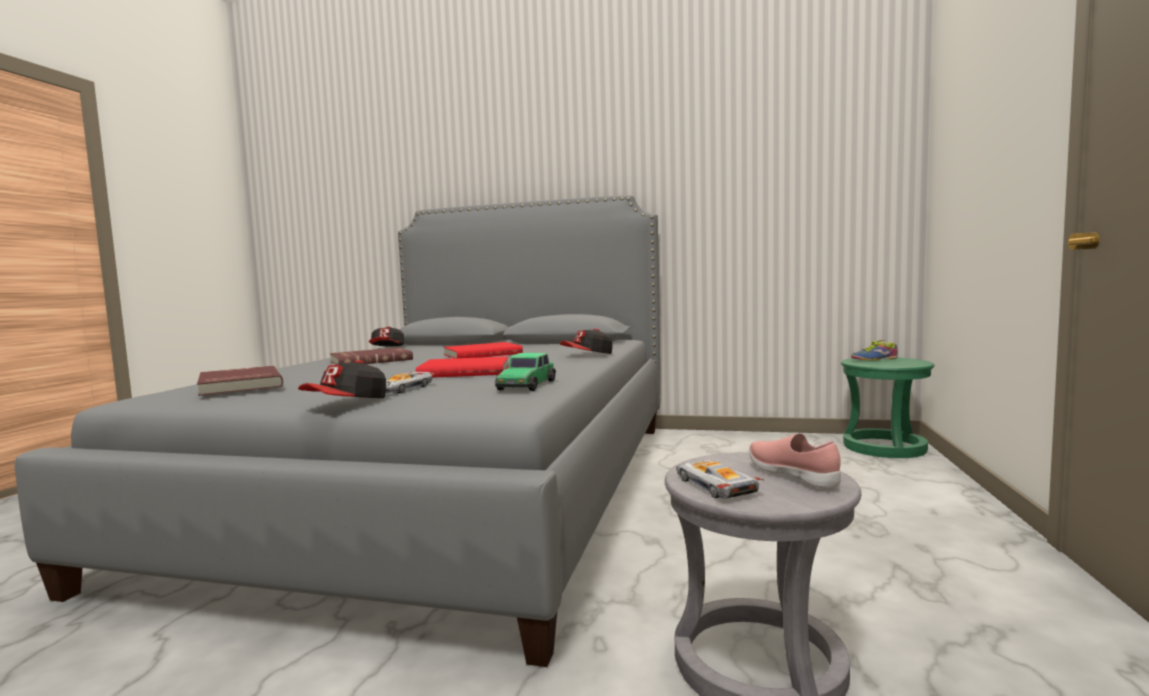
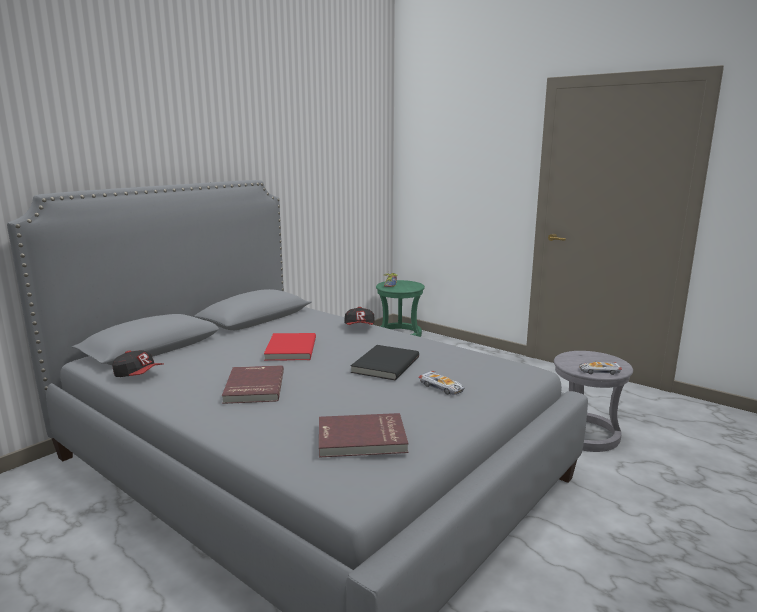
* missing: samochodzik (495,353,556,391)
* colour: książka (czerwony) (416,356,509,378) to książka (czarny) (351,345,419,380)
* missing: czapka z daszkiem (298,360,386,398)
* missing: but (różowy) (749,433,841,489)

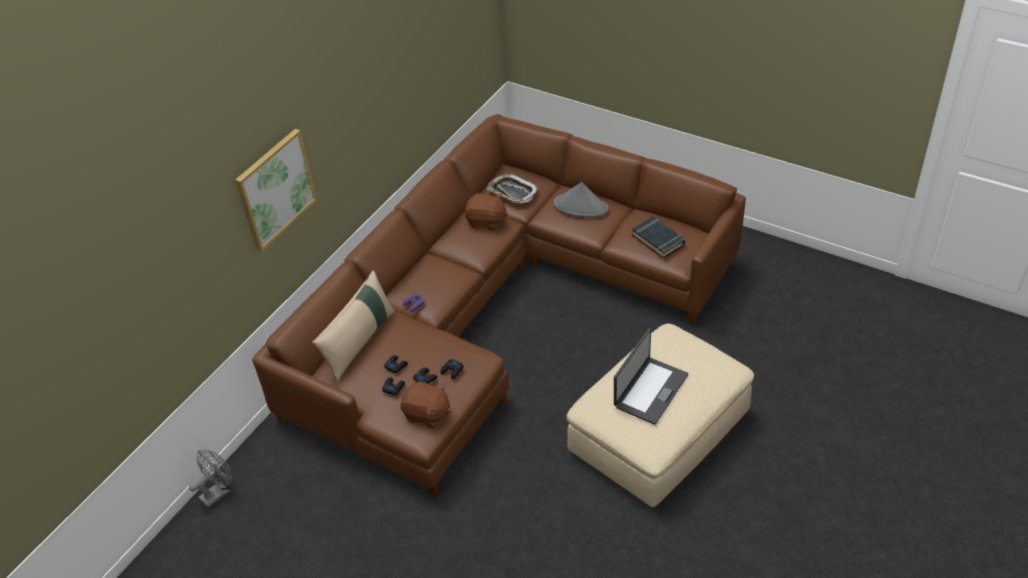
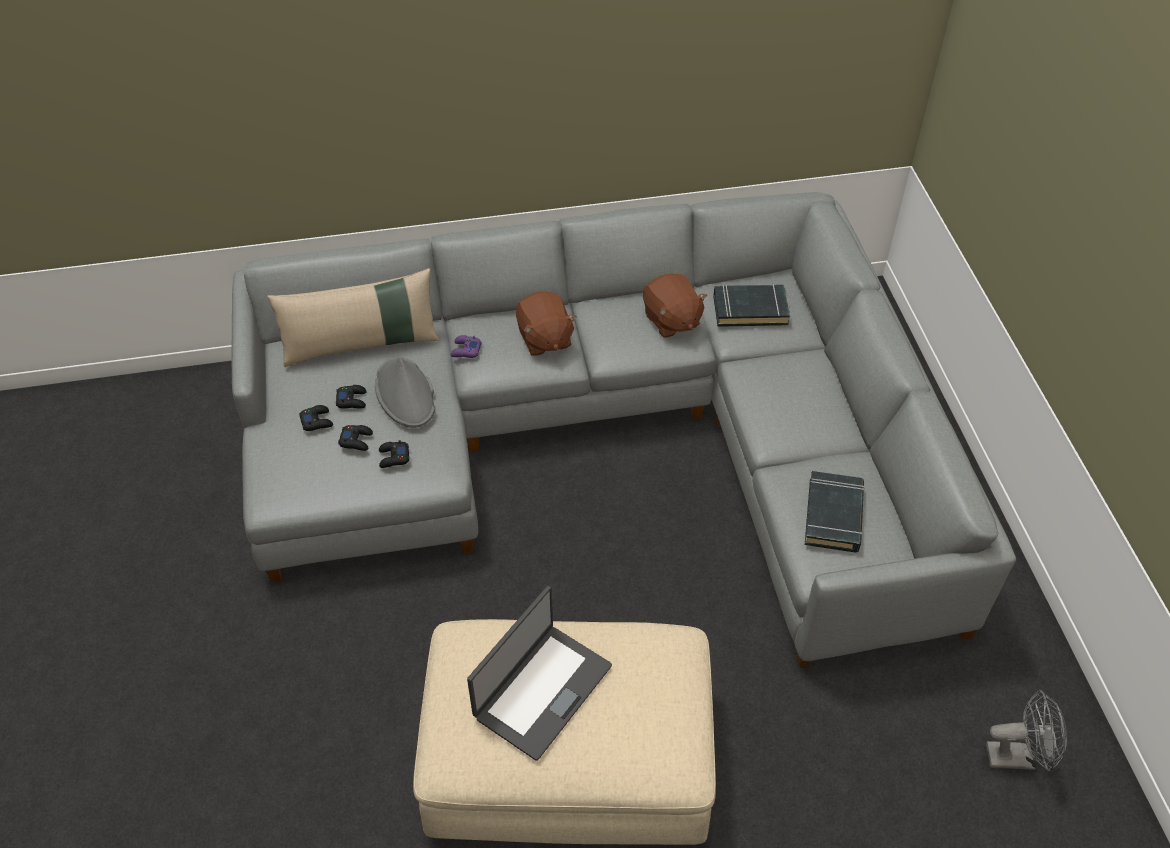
* colour: kanapa (brązowy) (252,114,746,495) to kanapa (szary) (232,192,1016,668)
* missing: obraz (235,129,317,252)
* exchanged: taca (487,174,539,203) to książka (czarny) (713,284,790,327)
* relocated: kapelusz (szary) (554,182,609,217) to (375,357,435,428)
* spun: laptop (614,328,688,425) = (467,586,612,761) 45 degrees counterclockwise
* relocated: pluszak (brązowy) (400,381,451,428) to (516,291,577,356)
* relocated: wentylator (szary) (189,450,232,508) to (986,690,1067,772)

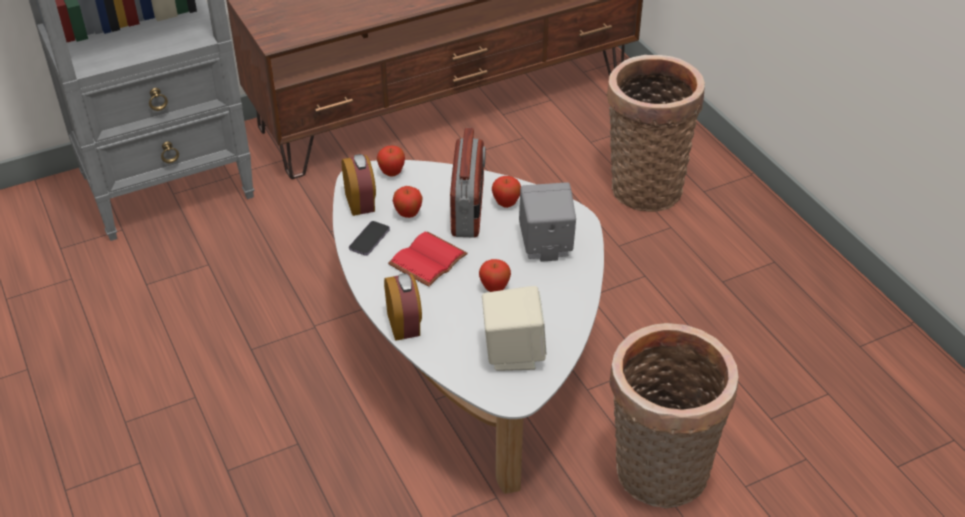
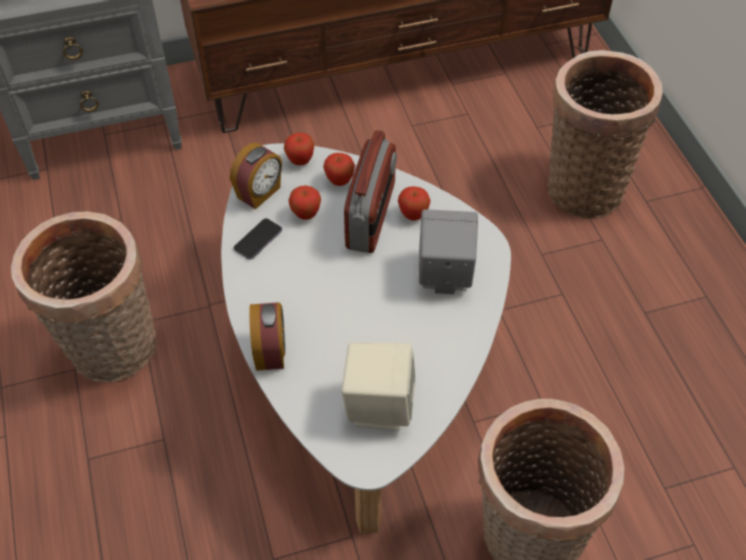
* spun: budzik (342,154,376,216) = (230,143,282,209) 45 degrees clockwise
* missing: książka (czerwony) (388,232,468,287)
* relocated: jabłko (479,259,511,292) to (323,153,355,186)
* appeared: koszyk (11,212,157,382)

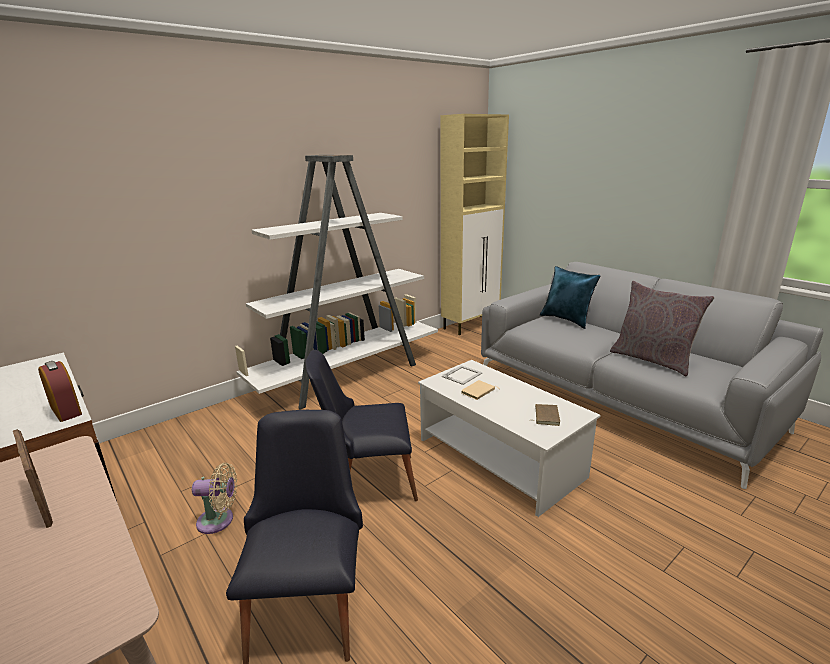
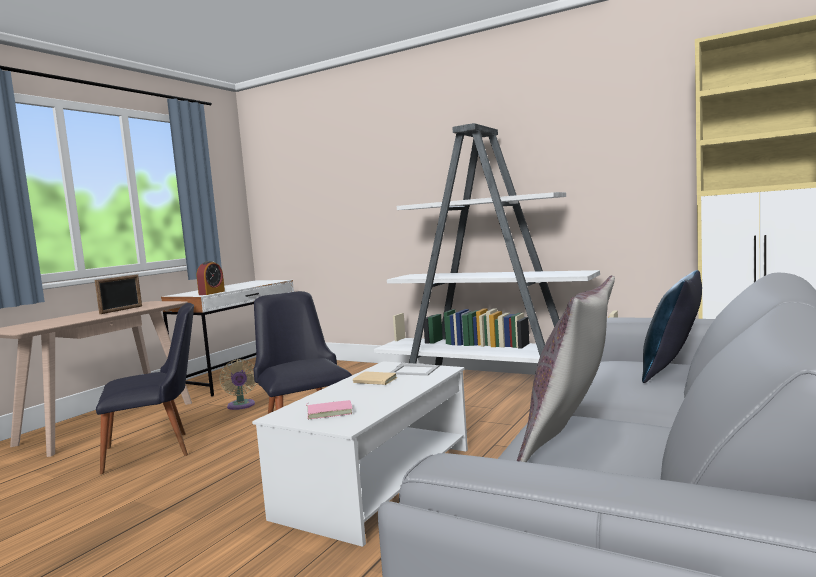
* colour: książka (brązowy) (535,404,560,426) to książka (różowy) (306,400,353,419)

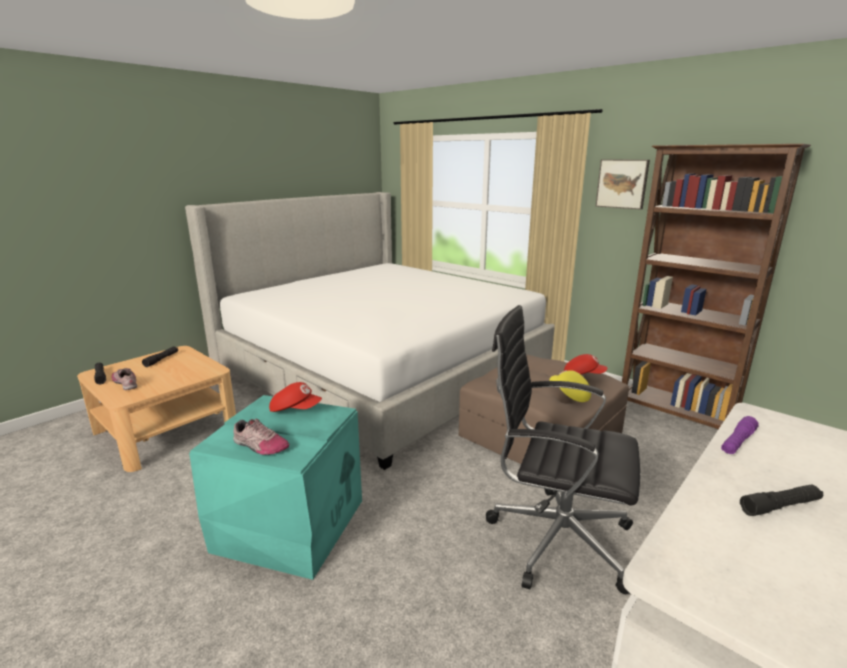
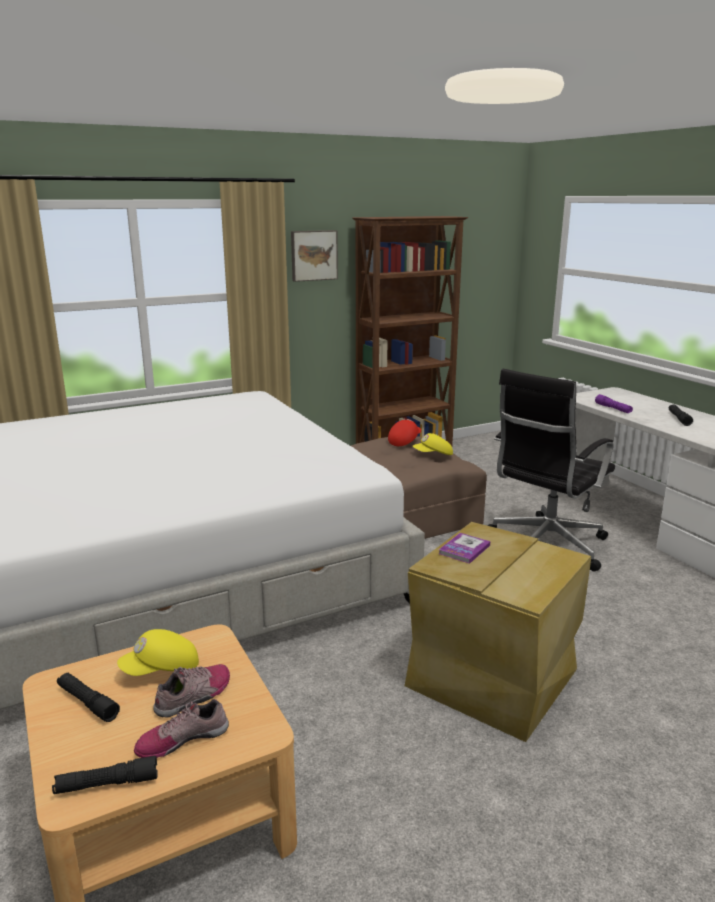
* exchanged: czapka z daszkiem (czerwony) (269,382,322,412) to książka (439,533,490,564)
* colour: pojemnik do przechowywania (turkusowy) (189,395,362,580) to pojemnik do przechowywania (beżowy) (405,522,591,742)
* relocated: but (233,418,289,455) to (153,664,230,717)
* appeared: czapka z daszkiem (żółty) (117,629,199,676)

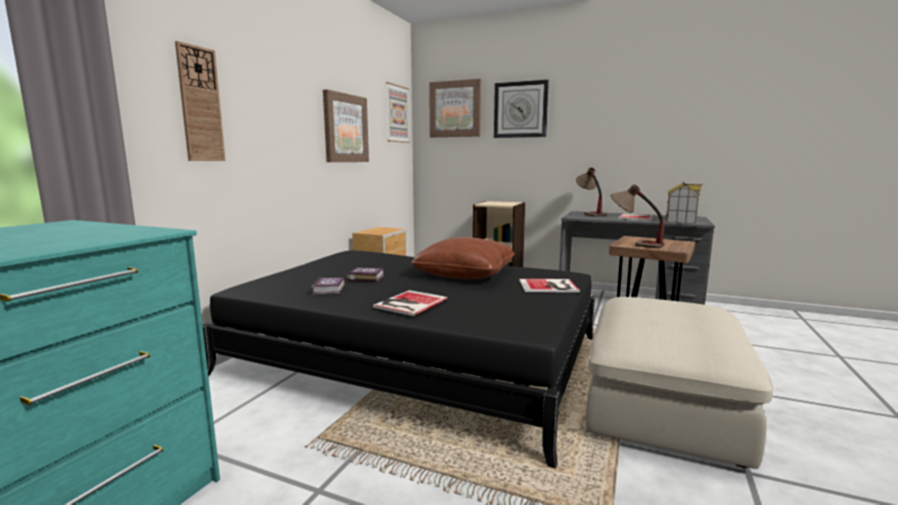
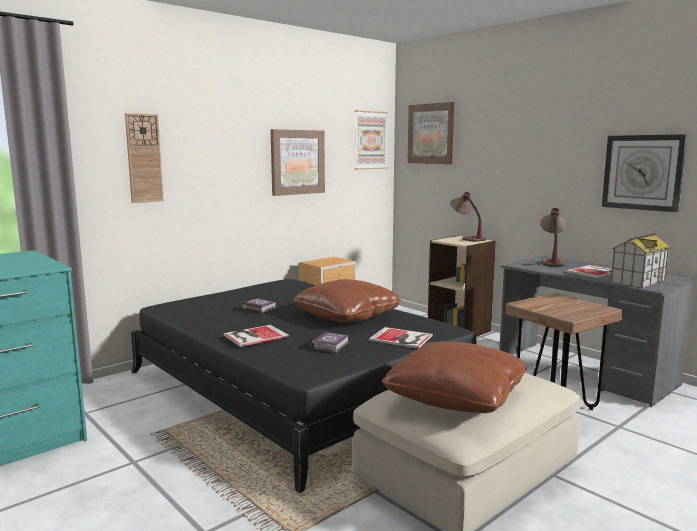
* relocated: zegar ścienny (494,80,549,138) to (602,134,688,212)
* relocated: lampa stołowa (610,184,664,248) to (450,192,486,242)
* relocated: książka (311,277,345,294) to (311,331,349,353)
* appeared: poduszka (brązowy) (382,341,527,413)

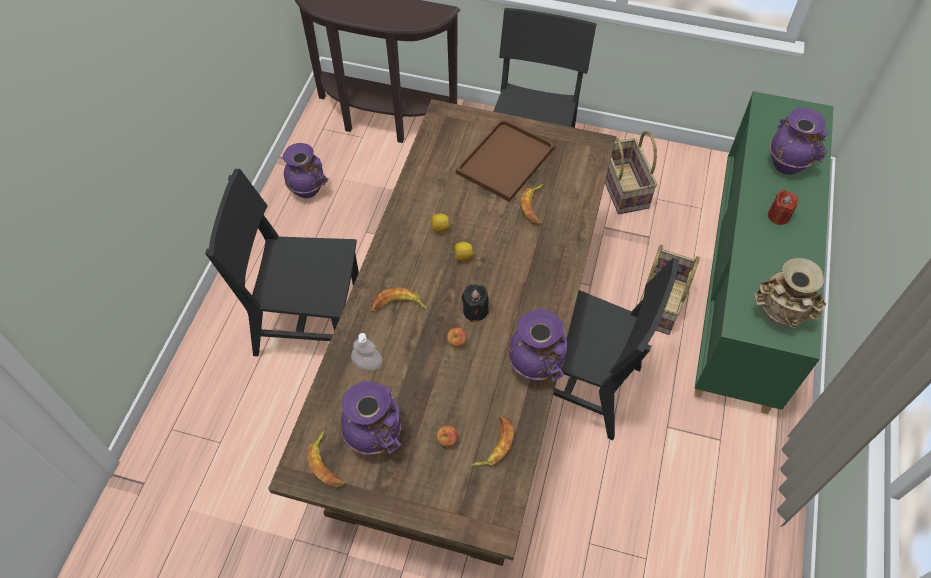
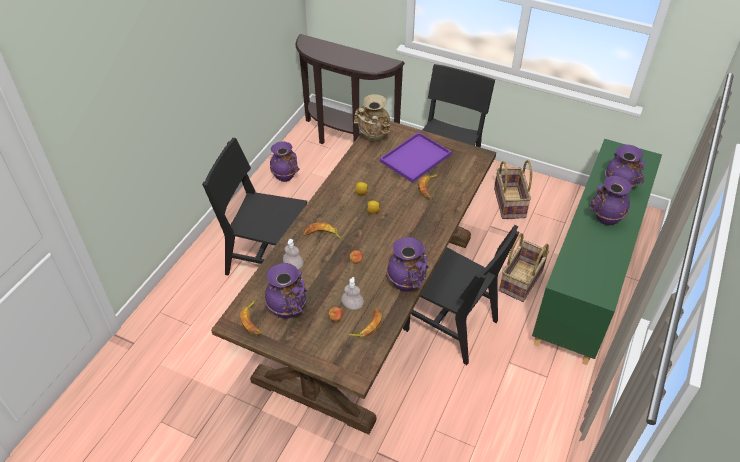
* colour: taca (brązowy) (456,119,555,202) to taca (fioletowy) (380,132,452,183)
* exchanged: świeca (czerwony) (768,189,799,225) to wazon (fioletowy) (589,176,632,225)
* relocated: wazon (beżowy) (754,258,826,328) to (354,94,391,141)
* missing: świeca (czarny) (461,285,489,322)
* appeared: dozownik mydła (341,277,364,310)

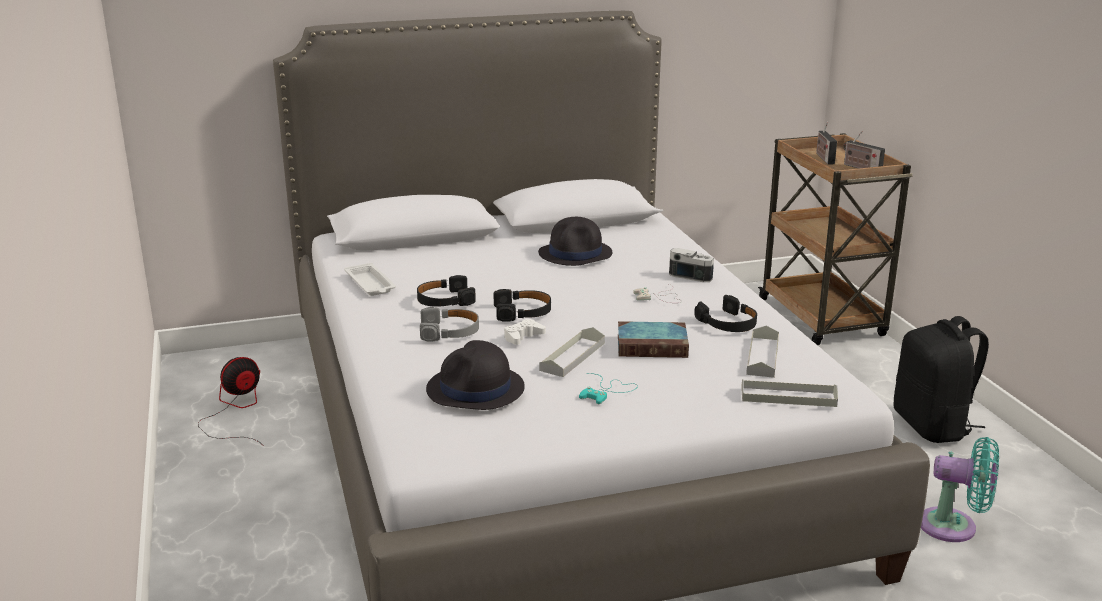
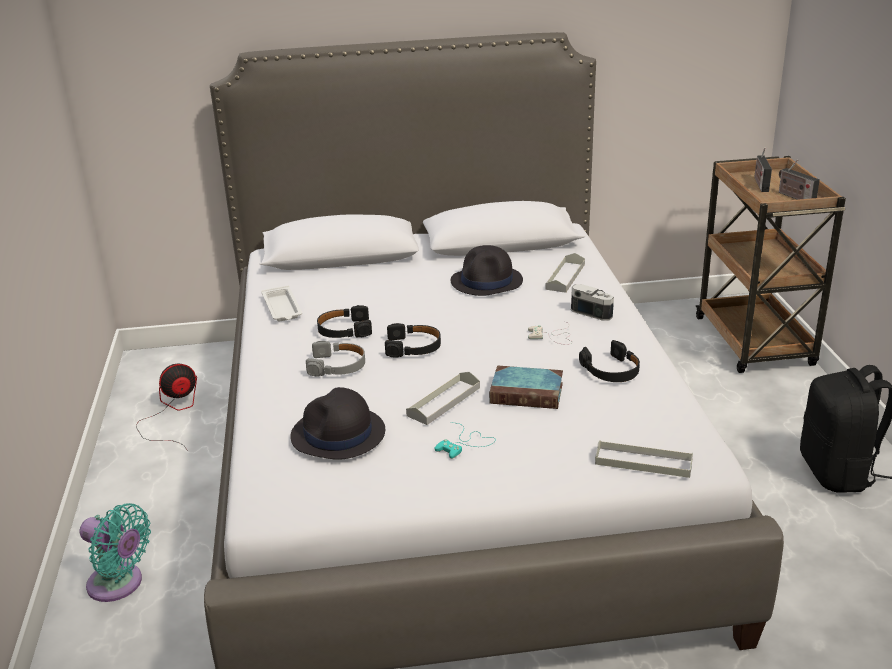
* missing: pad do gier (biały) (504,319,546,345)
* relocated: taca (szary) (746,325,779,378) to (545,253,585,293)
* relocated: wentylator (turkusowy) (921,437,999,542) to (80,503,151,602)

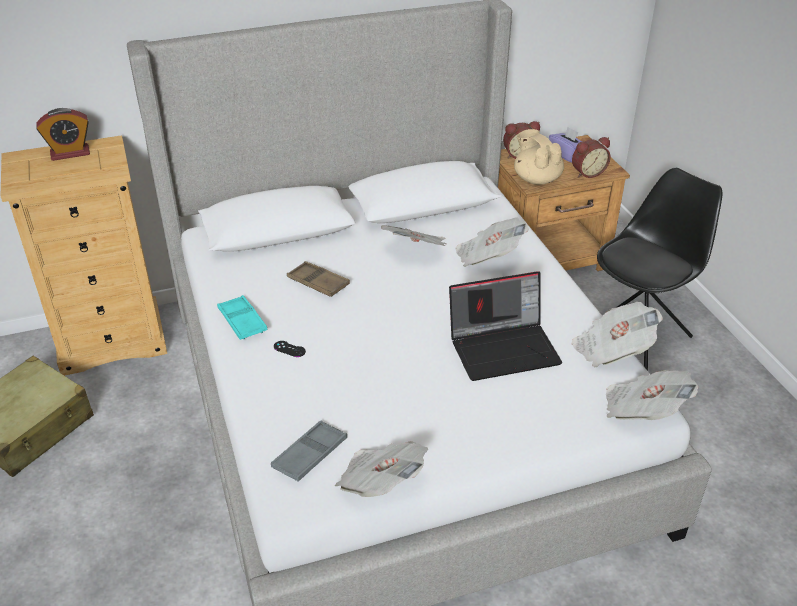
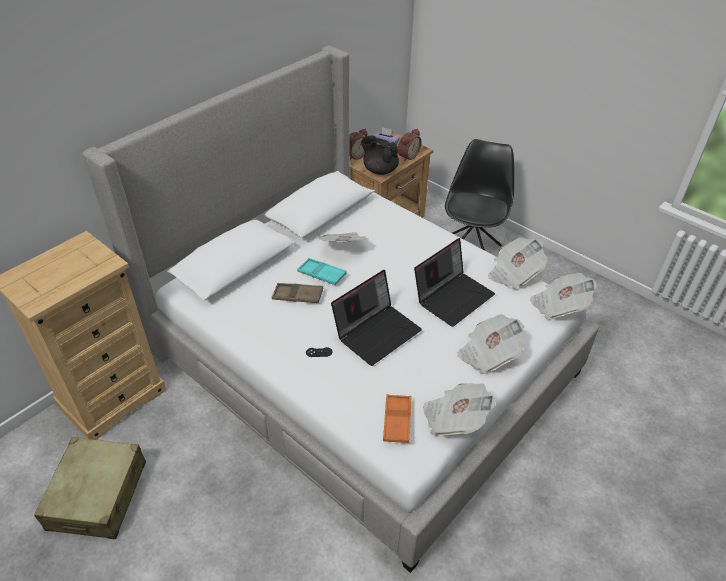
* missing: budzik (36,108,90,161)
* colour: imbryk (beżowy) (514,129,564,185) to imbryk (czarny) (361,136,399,175)
* relocated: gazeta (455,217,528,267) to (457,314,525,374)
* relocated: taca (turkusowy) (217,295,267,340) to (297,258,346,285)
* colour: taca (szary) (271,421,347,482) to taca (pomarańczowy) (383,394,411,443)
* appeared: laptop (331,270,422,366)

